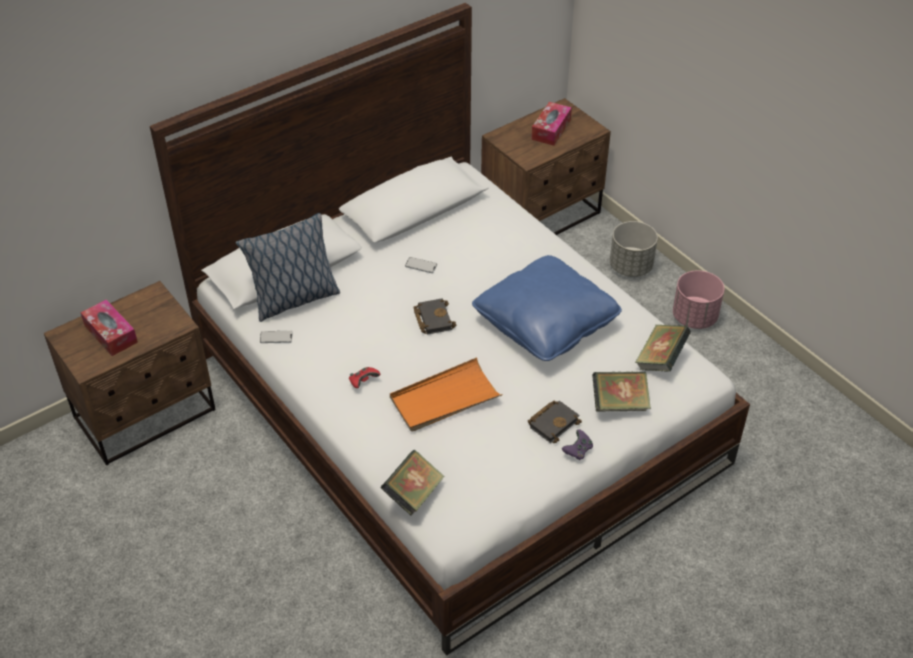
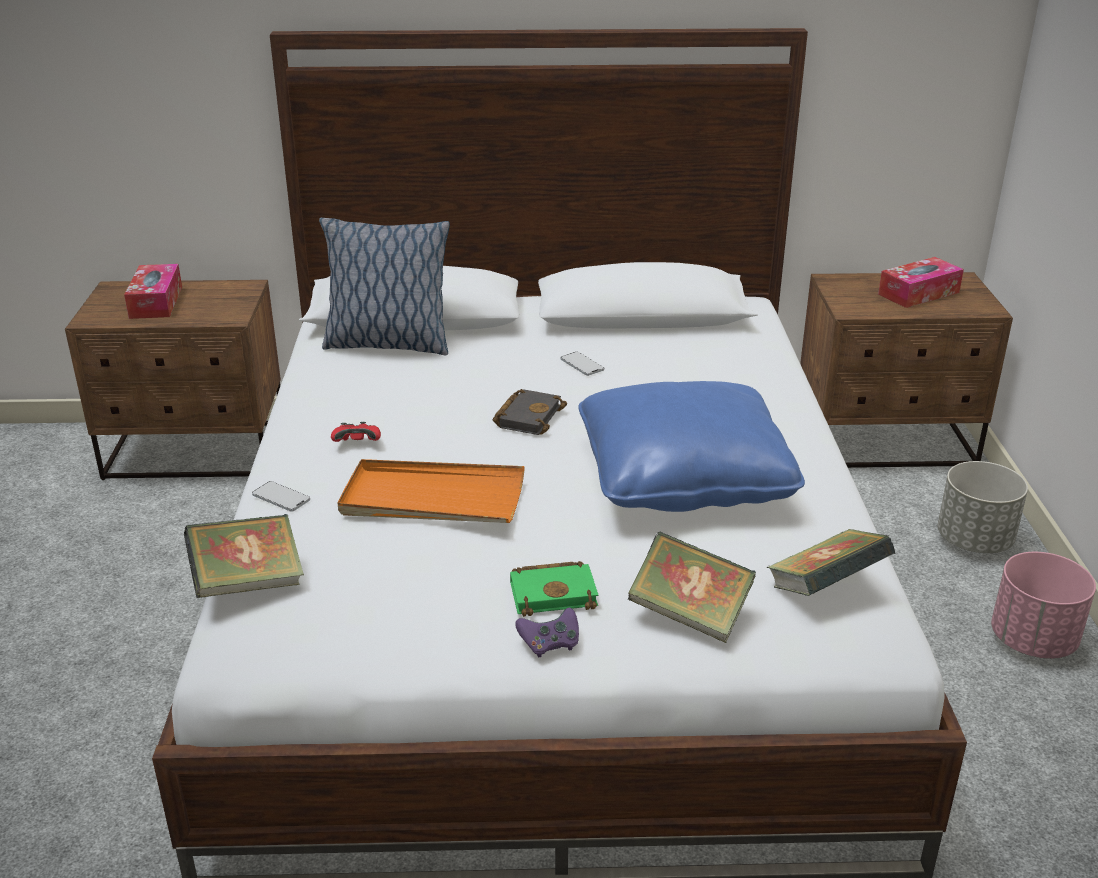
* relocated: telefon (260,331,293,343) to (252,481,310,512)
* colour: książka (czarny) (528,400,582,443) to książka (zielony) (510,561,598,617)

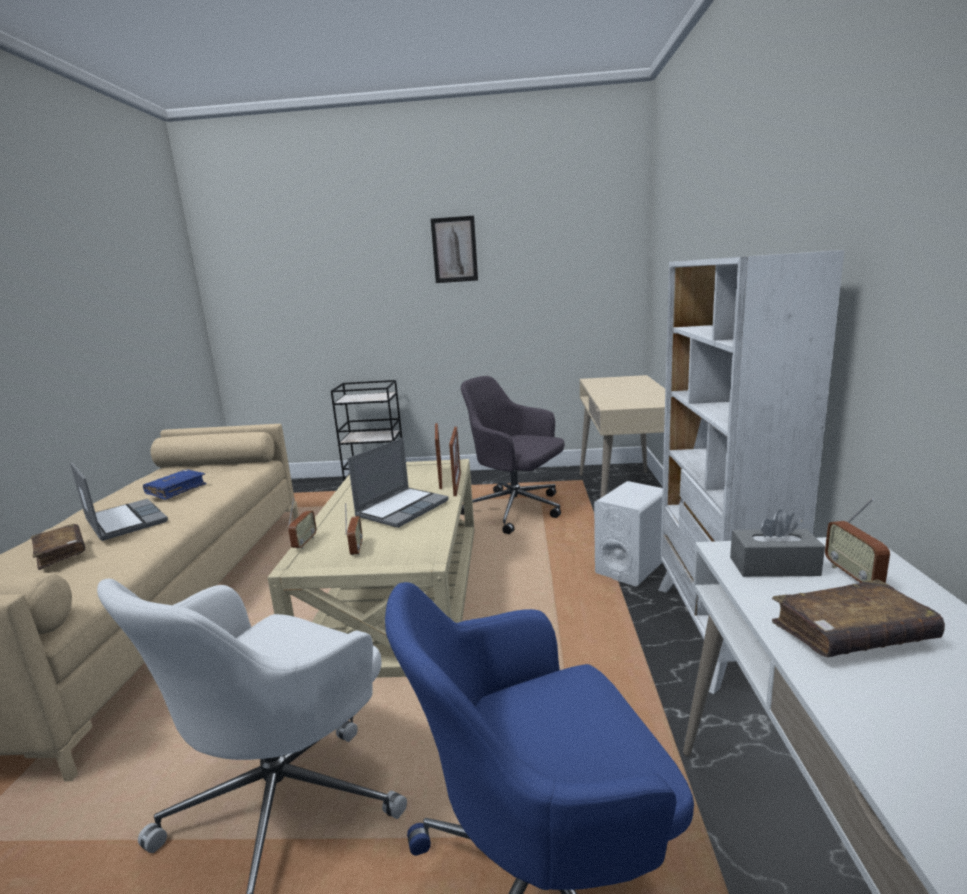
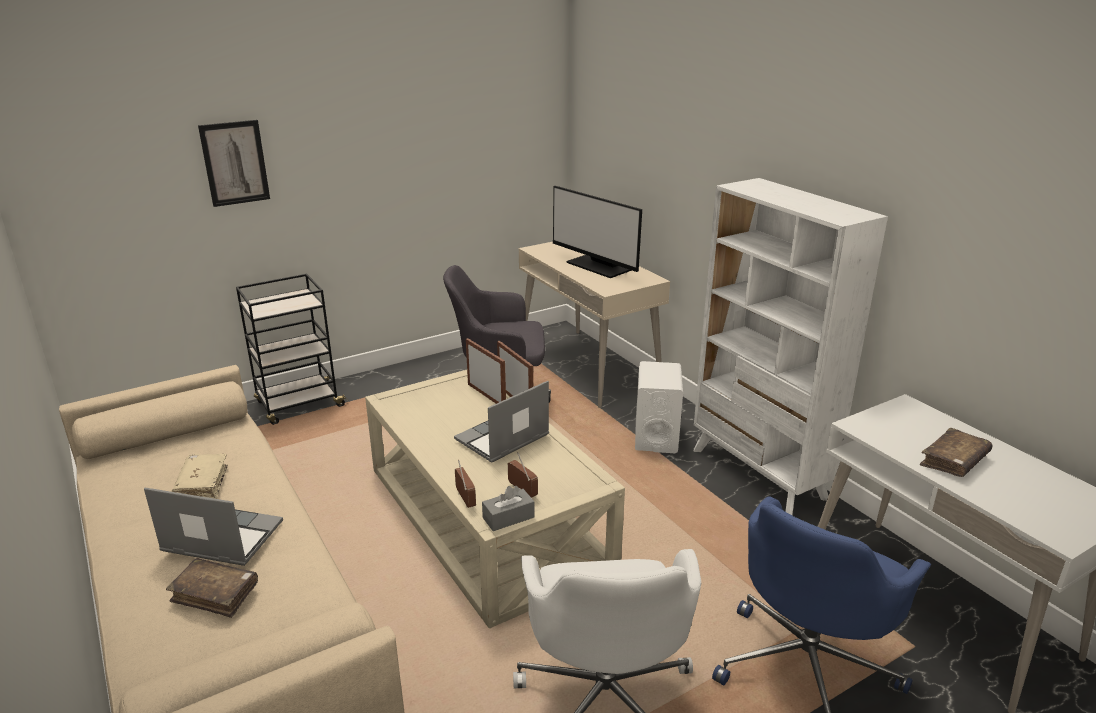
* relocated: obraz (431,216,478,283) to (198,120,270,207)
* spun: laptop (347,438,449,528) = (454,381,549,463) 135 degrees counterclockwise
* colour: książka (niebieski) (143,469,206,500) to książka (beżowy) (172,454,228,499)
* missing: radio (825,498,890,583)
* relocated: pudełko chusteczek (szary) (730,509,825,577) to (482,486,535,531)
* appeared: monitor (553,186,642,278)

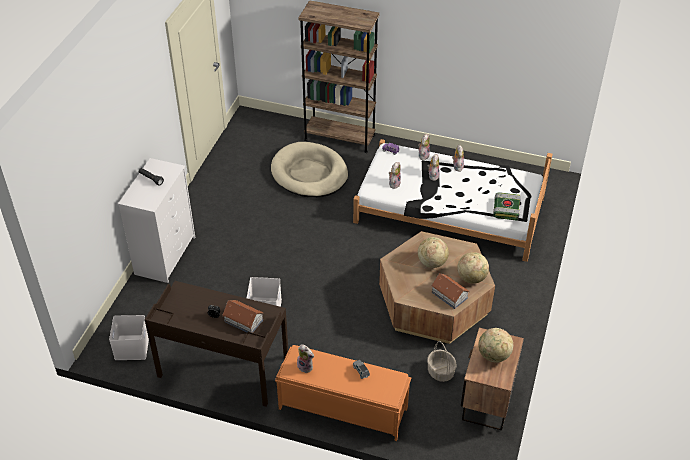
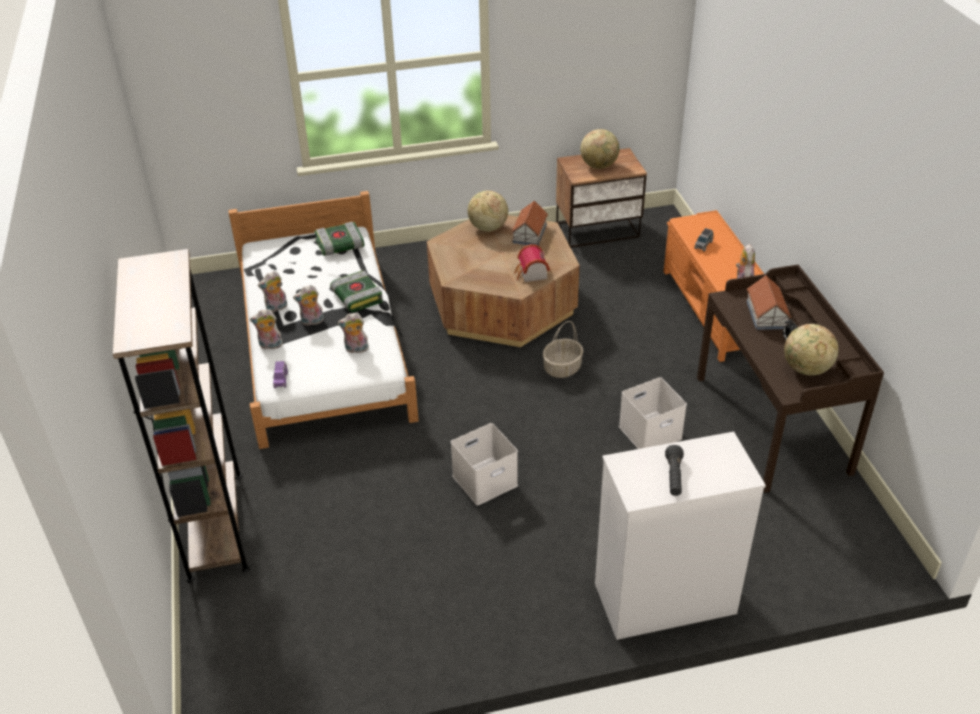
* missing: legowisko (beżowy) (271,142,348,197)
* relocated: globus (418,237,449,268) to (784,324,839,375)
* relocated: pojemnik do przechowywania (biały) (109,315,149,360) to (451,423,518,505)
* relocated: koszyk (427,341,457,382) to (543,321,583,378)
* appeared: domek (515,244,550,282)
* appeared: książka (330,270,383,312)

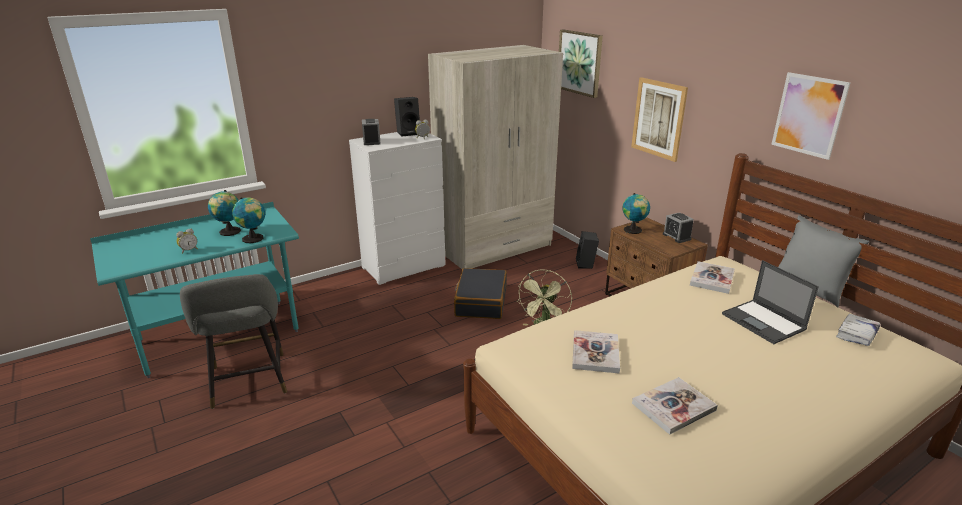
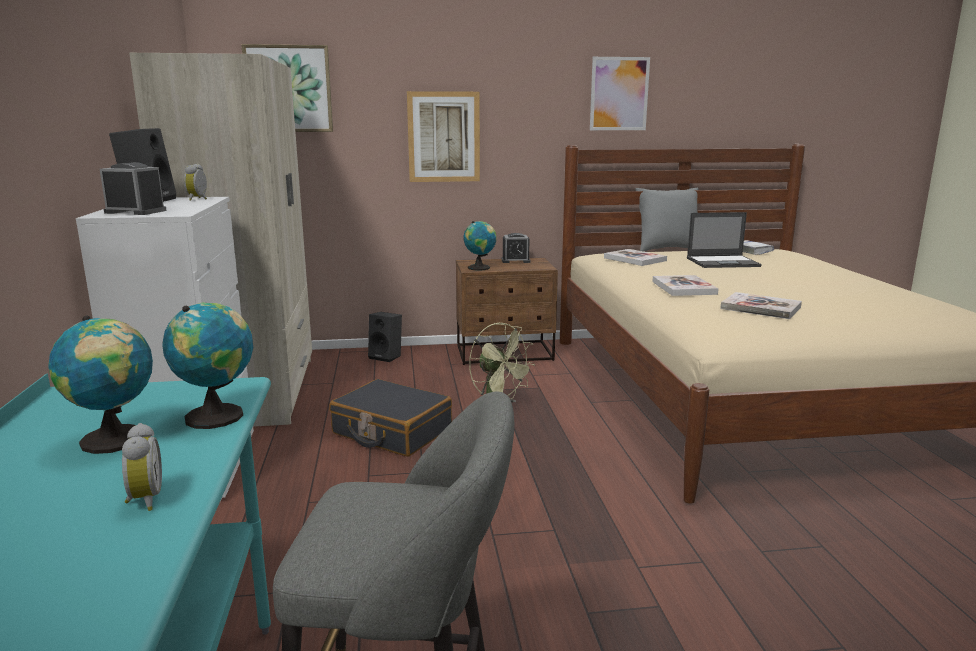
* relocated: książka (632,377,718,435) to (652,275,719,296)

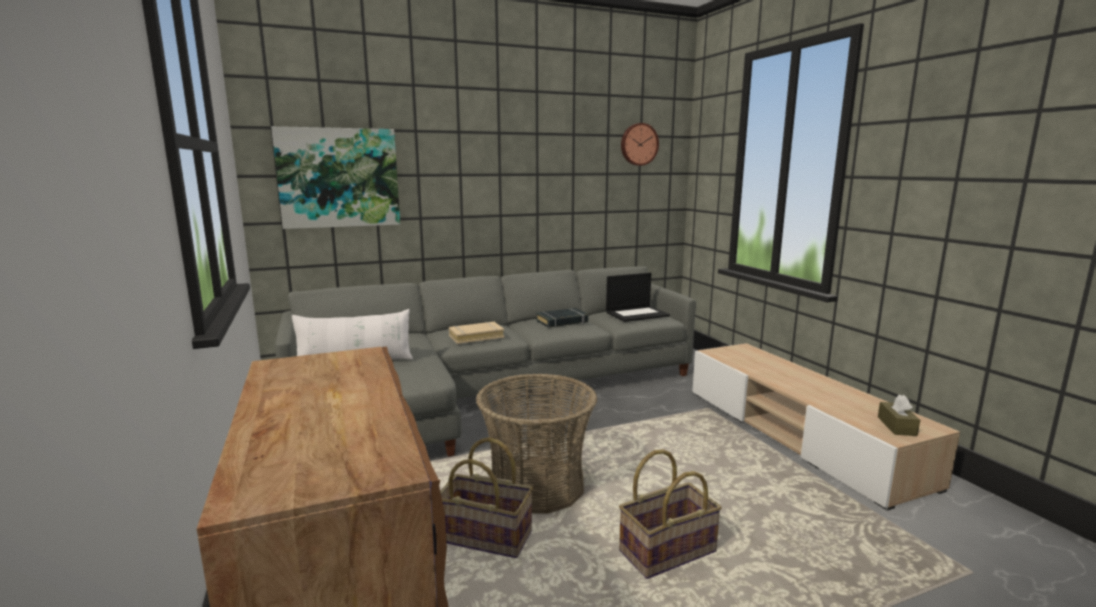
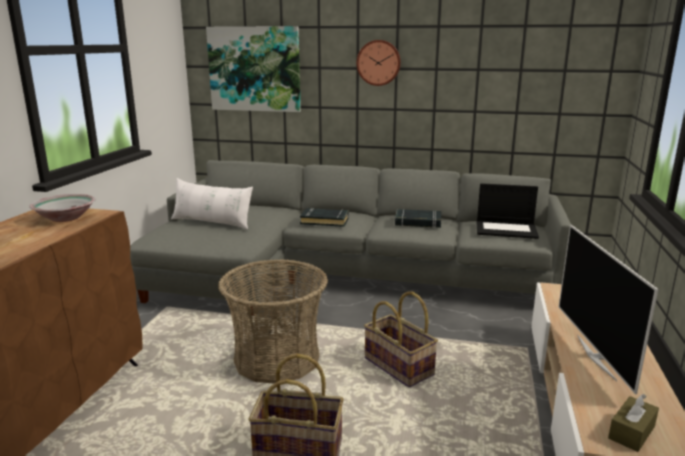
* relocated: zegar ścienny (621,123,659,166) to (357,40,401,86)
* colour: książka (beżowy) (449,322,504,344) to książka (czarny) (300,208,349,227)
* relocated: koszyk (440,437,533,558) to (364,291,438,387)
* appeared: miska (29,194,95,222)
* appeared: telewizor (559,225,658,394)

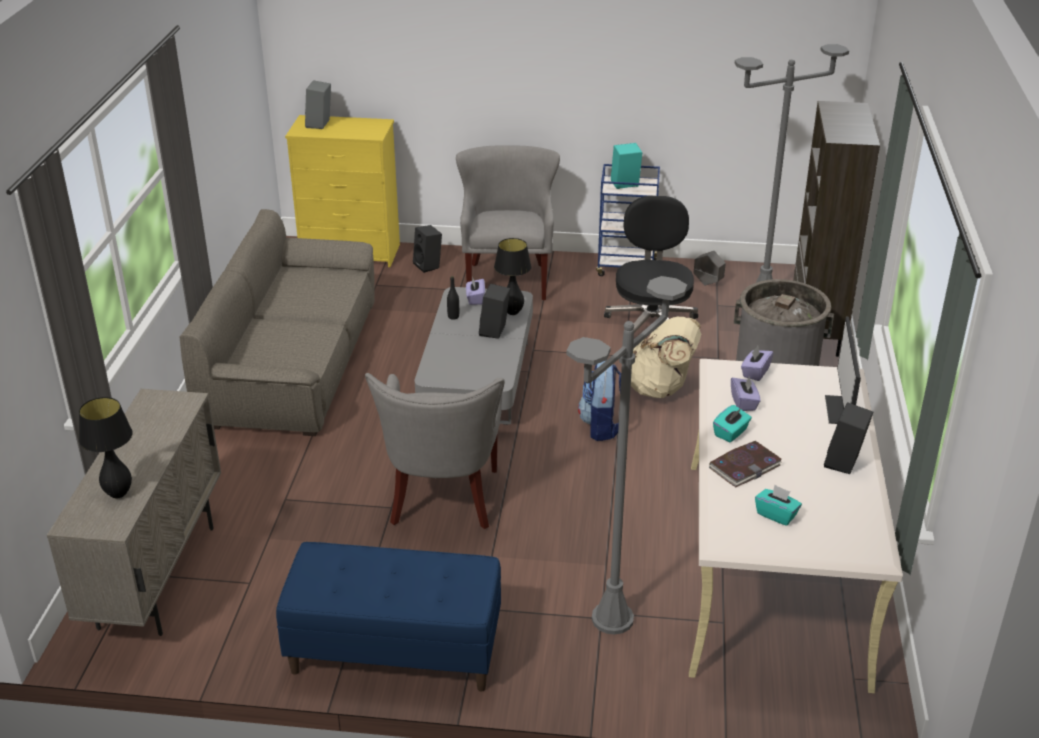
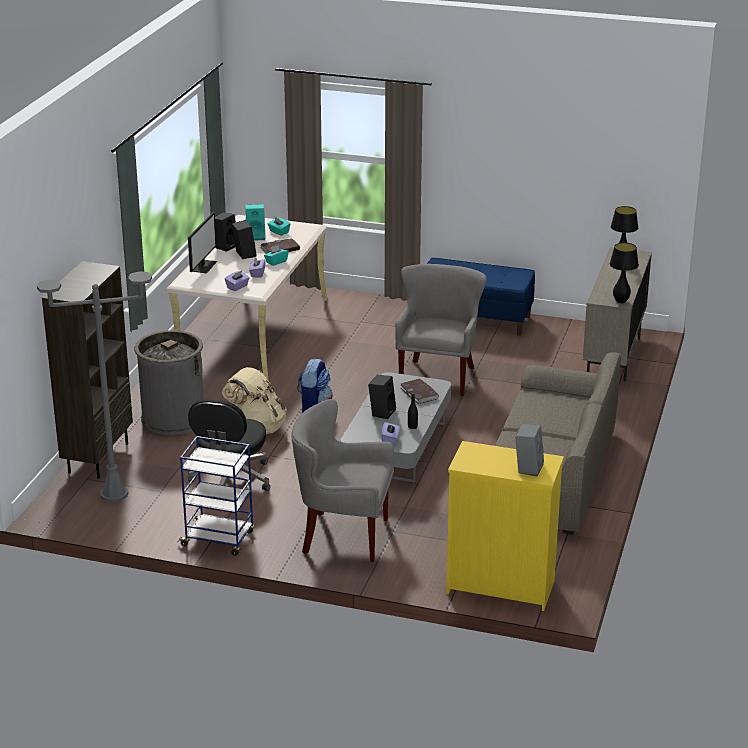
* relocated: głośnik (turkusowy) (611,143,642,189) to (245,204,265,241)
* spun: fotel (szary) (456,146,560,300) = (291,399,394,562) 90 degrees clockwise
* relocated: głośnik (czarny) (413,225,442,273) to (232,220,256,259)
* relocated: lampa stołowa (czarny) (494,238,531,315) to (609,243,639,304)
* missing: donica (szary) (694,251,726,286)
* missing: lampa stojąca (szary) (567,276,687,635)
* appeared: książka (400,379,439,404)

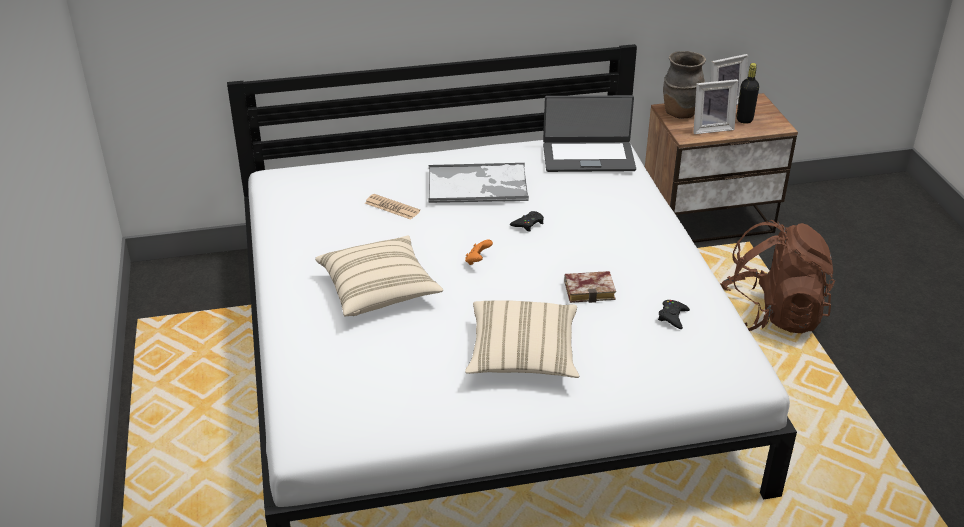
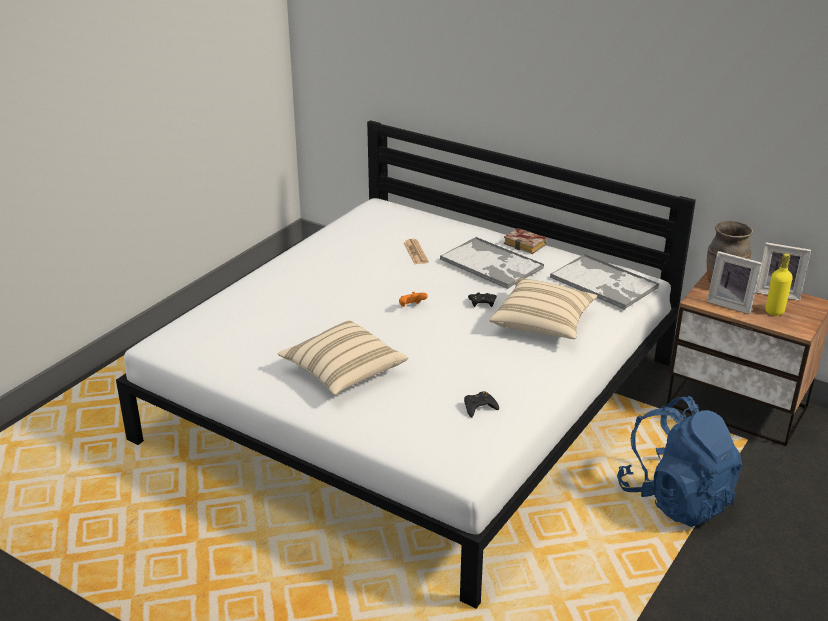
* colour: butelka (czarny) (737,63,759,124) to butelka (żółty) (766,253,793,316)
* exchanged: laptop (543,95,636,172) to taca (550,254,659,310)
* colour: plecak (brązowy) (720,220,835,333) to plecak (niebieski) (617,396,742,527)
* relocated: poduszka (beżowy) (315,235,443,317) to (489,279,597,339)
* relocated: książka (564,271,616,303) to (504,228,547,254)

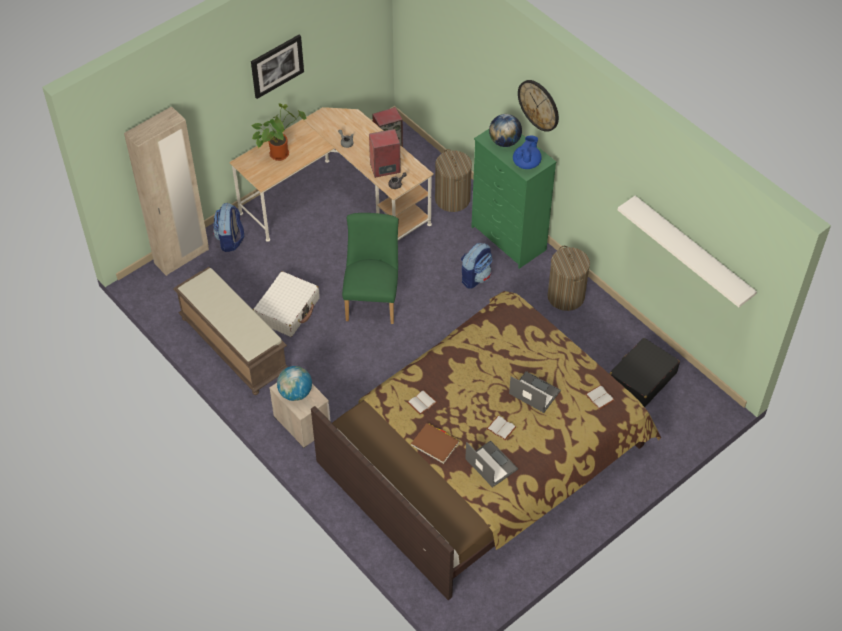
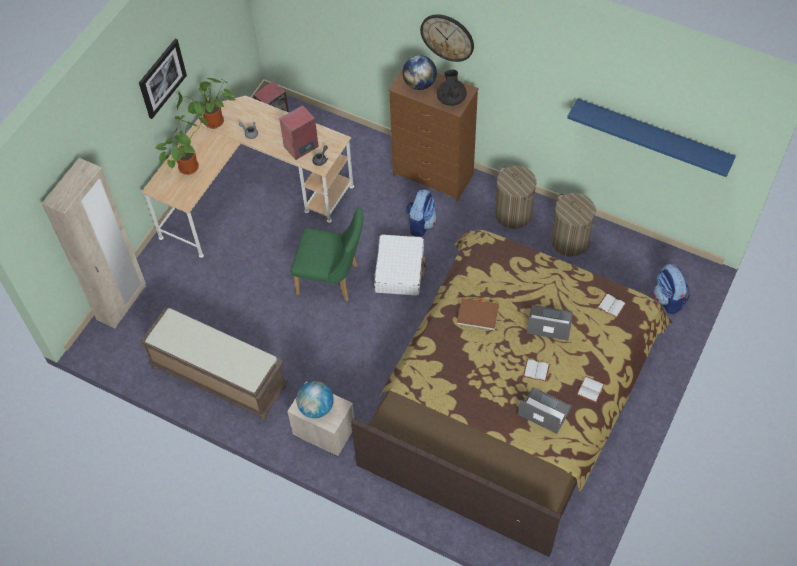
* colour: komoda (zielony) (471,129,557,269) to komoda (brązowy) (388,69,479,201)
* colour: imbryk (niebieski) (513,135,542,169) to imbryk (czarny) (437,70,467,106)
* relocated: kosz na pranie (435,149,472,212) to (551,193,596,256)
* colour: półka (biały) (618,196,757,307) to półka (niebieski) (567,98,736,177)
* relocated: plecak (213,203,244,252) to (653,264,690,314)
* spun: krzesło (zielony) (342,213,399,324) = (291,207,363,301) 120 degrees clockwise
* relocated: walizka (biały) (253,271,320,337) to (374,234,425,296)
* missing: walizka (czarny) (609,338,680,407)
* relocated: książka (biały) (407,390,437,415) to (577,376,605,403)
* relocated: książka (brązowy) (411,423,459,464) to (457,298,499,330)
* appeared: roślina doniczkowa (177,78,236,129)

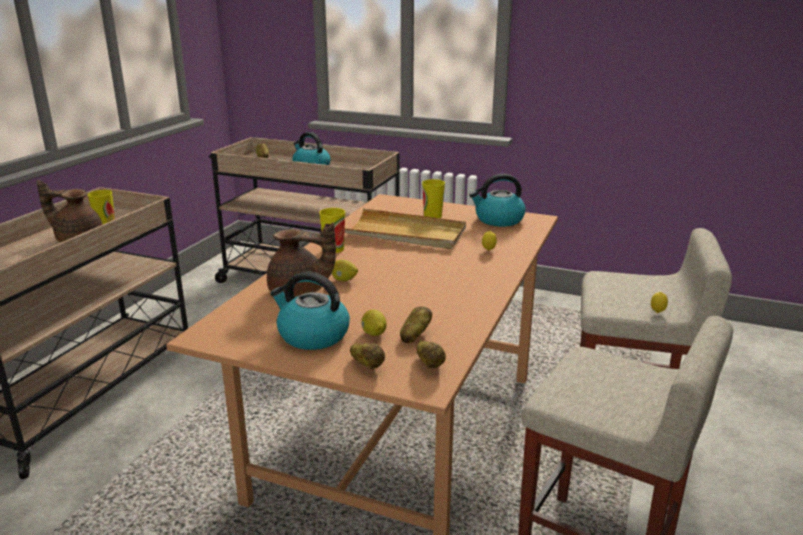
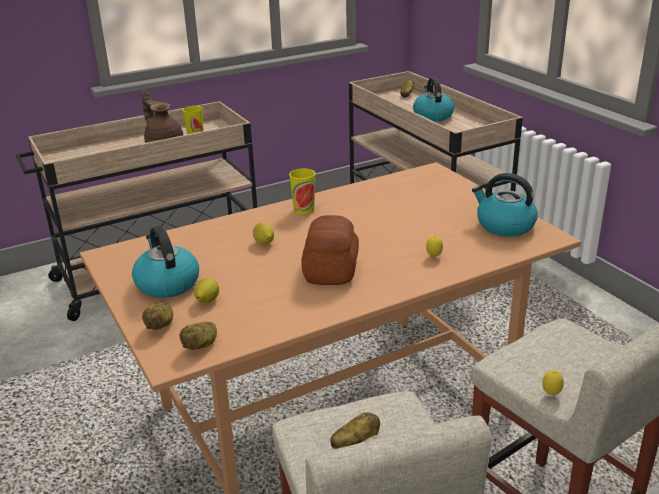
* missing: filiżanka (422,179,445,218)
* missing: taca (beżowy) (345,208,466,249)
* missing: imbryk (brązowy) (267,222,336,297)
* relocated: ziemniak (400,306,432,343) to (330,412,380,449)
* appeared: chleb (301,215,359,285)

